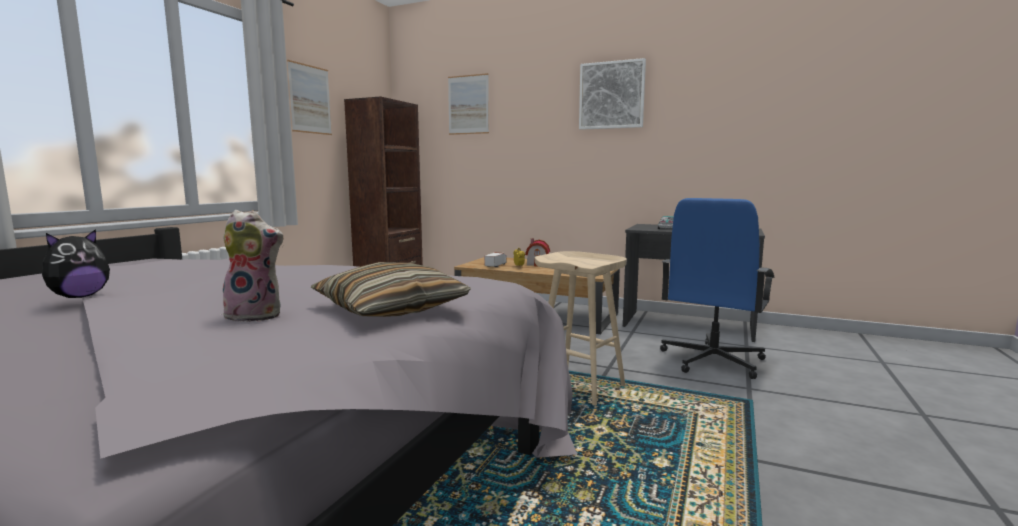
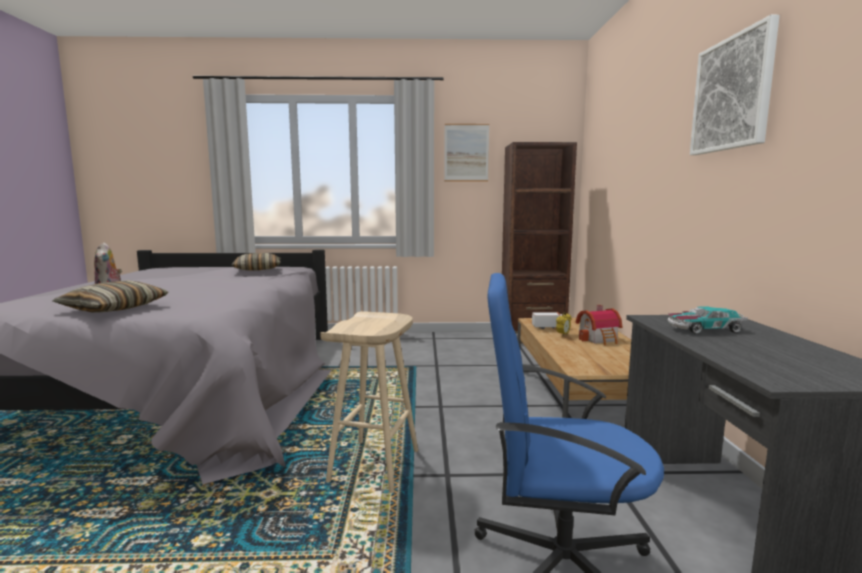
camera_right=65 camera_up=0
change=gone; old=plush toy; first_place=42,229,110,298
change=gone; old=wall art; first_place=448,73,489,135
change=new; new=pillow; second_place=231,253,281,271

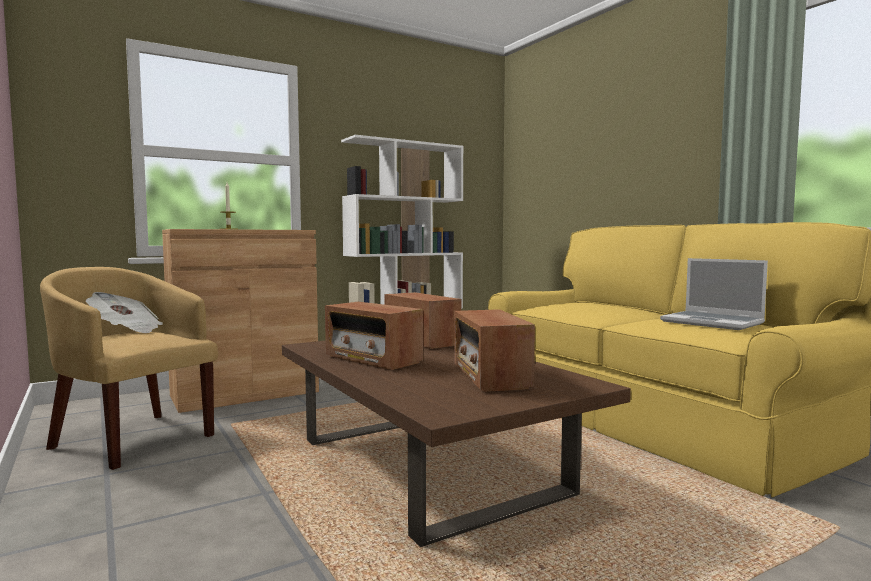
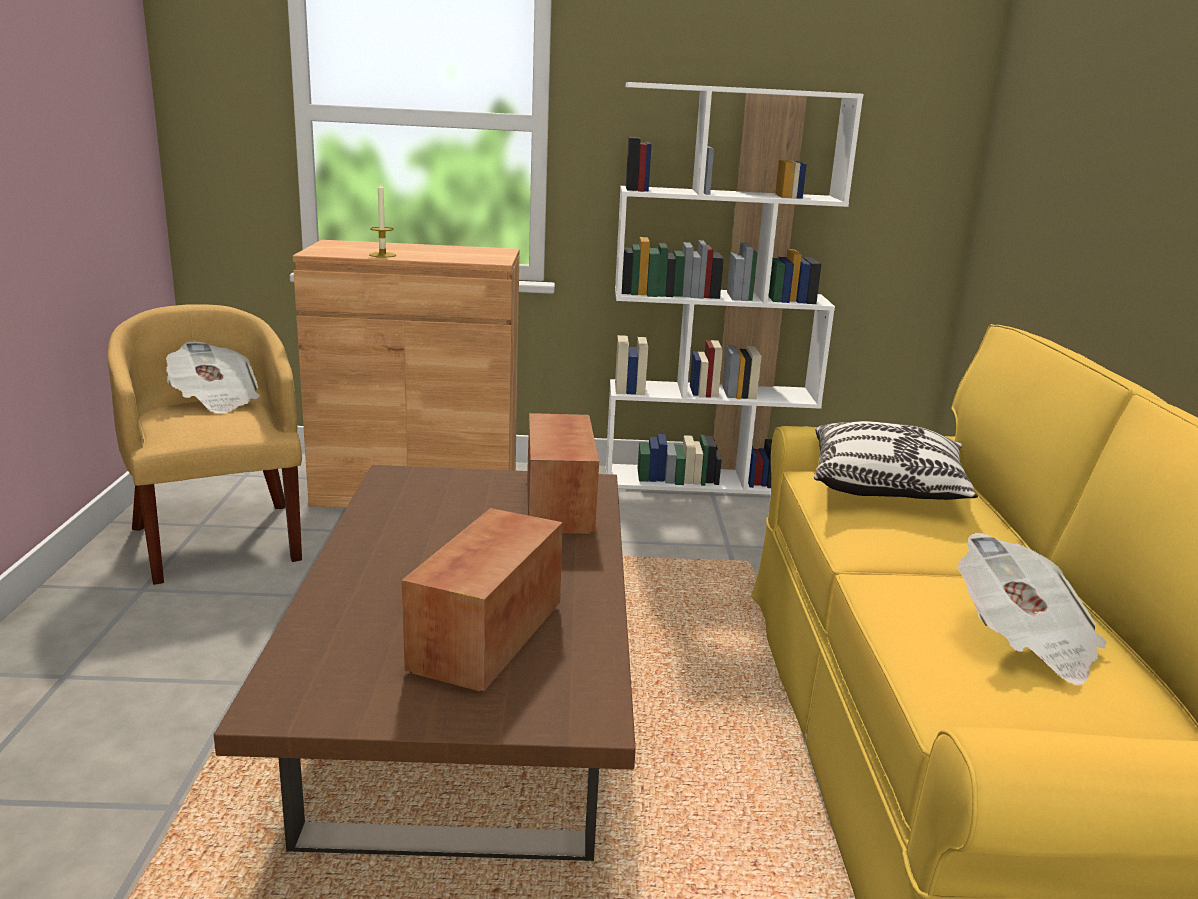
camera_right=30 camera_up=15
change=gone; old=radio; first_place=325,302,423,370
change=swapped; old=laptop; new=daily paper; first_place=660,258,768,330; second_place=958,533,1107,686
change=new; new=pillow; second_place=814,421,978,500

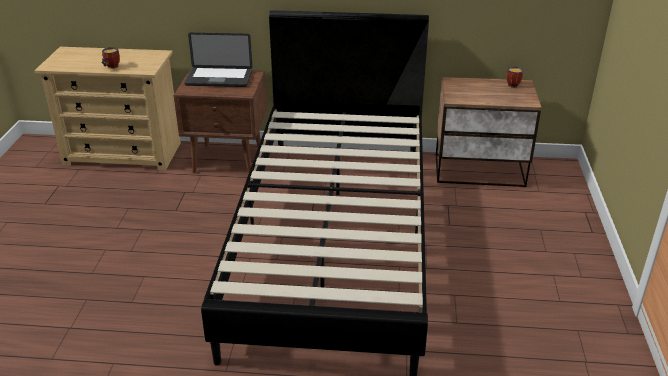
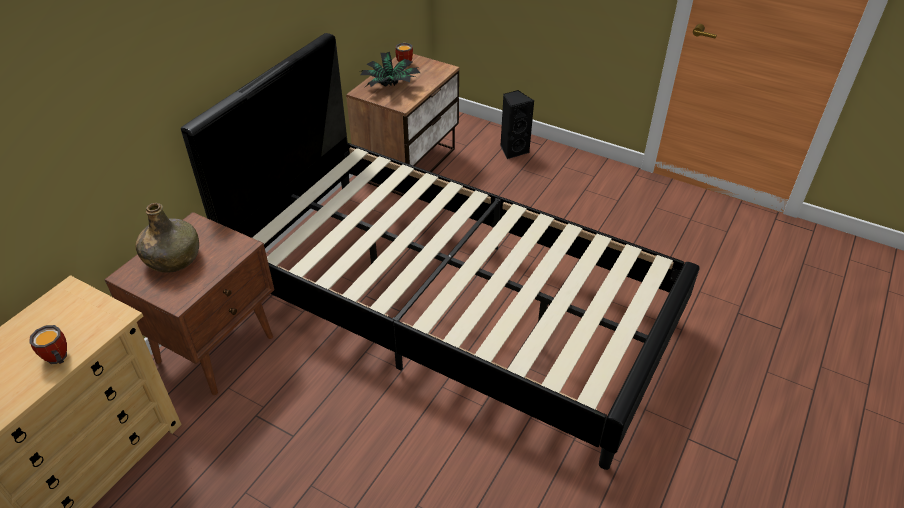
camera_right=-65 camera_up=10
change=swapped; old=laptop; new=green bottle; first_place=184,33,252,87; second_place=136,203,199,273
change=new; new=plant in a pot; second_place=359,52,420,87
change=new; new=blackish speaker; second_place=500,90,534,159

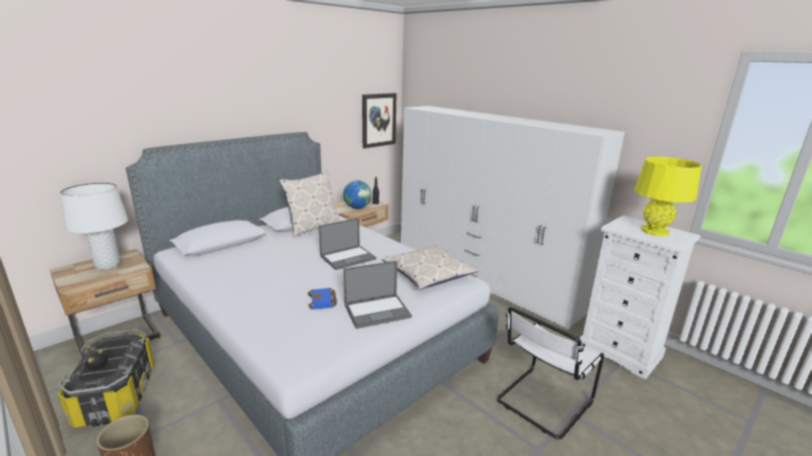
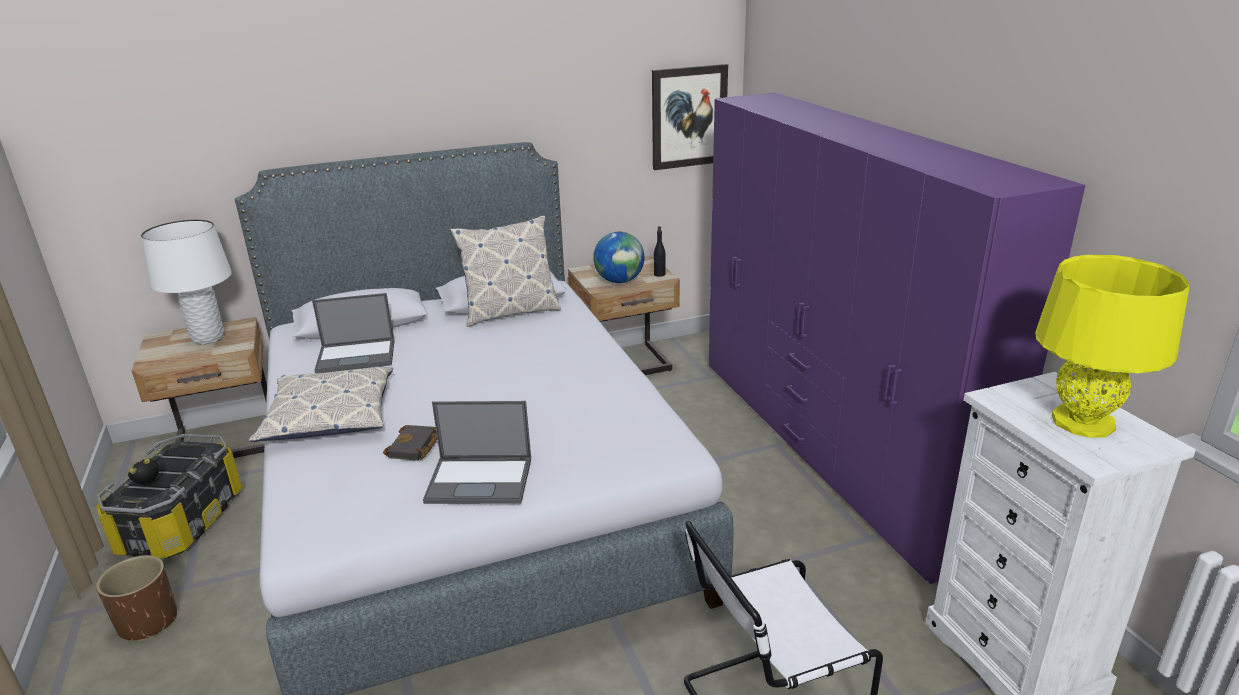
camera_right=25 camera_up=5
change=repainted; old=blue-coloured book; new=blackish book; first_place=308,288,337,309; second_place=383,425,437,461
change=shifted; old=laptop; first_place=319,218,376,270; second_place=312,293,395,373
change=shifted; old=pillow; first_place=382,246,478,290; second_place=249,367,393,442
change=repainted; old=whitish armoire; new=purplish armoire; first_place=401,106,625,330; second_place=709,93,1085,584

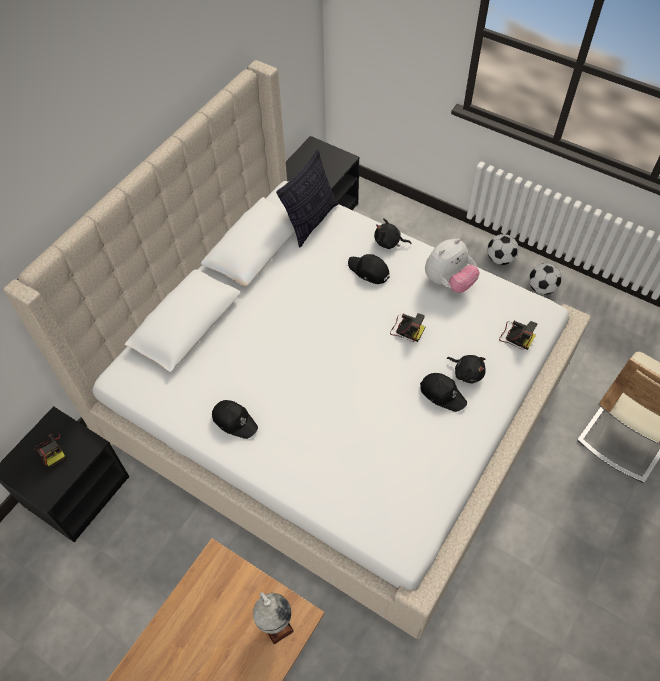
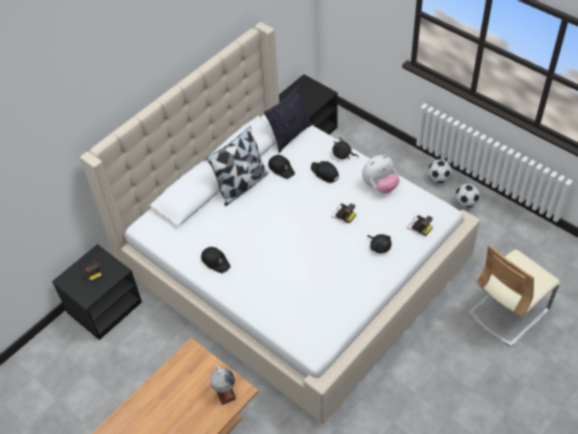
camera_right=10 camera_up=-5
change=shifted; old=blackish baseball cap; first_place=420,373,467,412; second_place=268,155,295,179
change=new; new=pillow; second_place=206,126,269,206

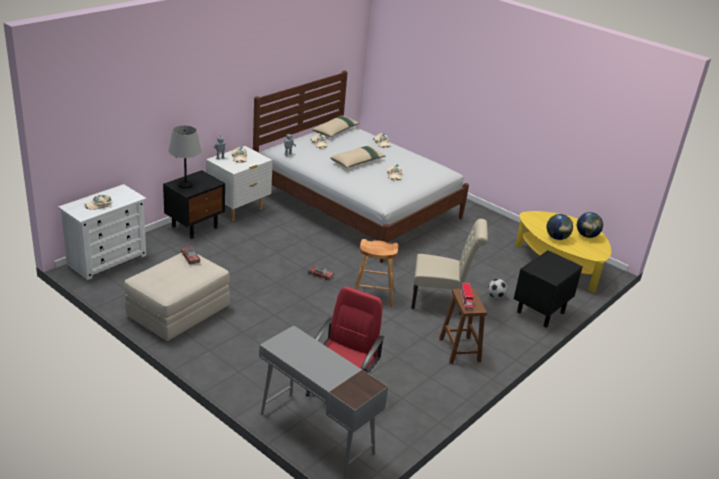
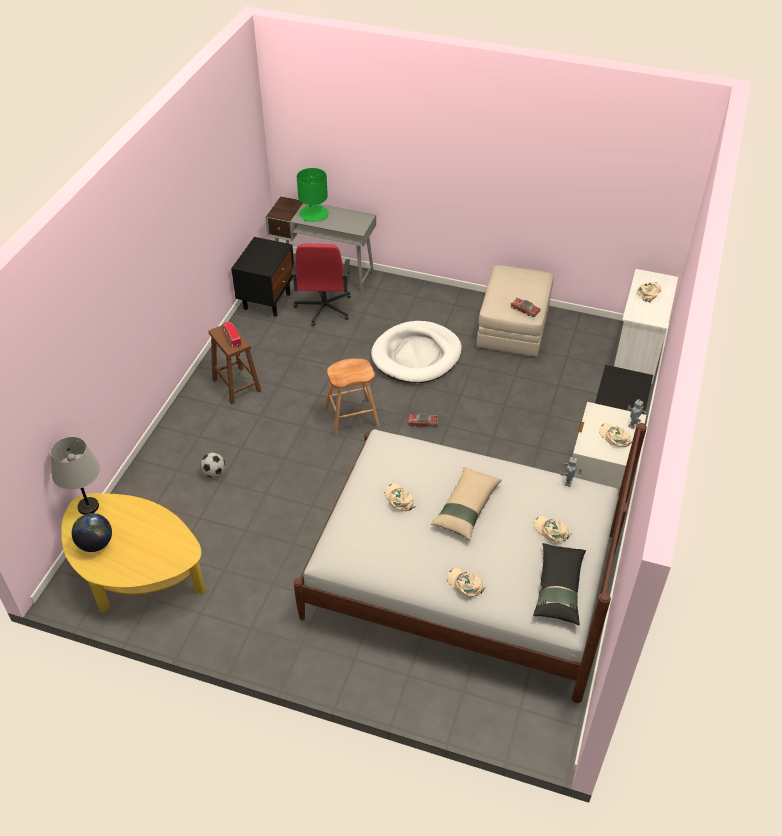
camera_right=160 camera_up=15
change=shifted; old=gray table lamp; first_place=168,125,202,189; second_place=51,437,100,515
change=repainted; old=sand-coloured pillow; new=blackish pillow; first_place=312,115,360,137; second_place=533,543,586,625
change=gone; old=sand-coloured upright chair; first_place=411,219,488,315
change=shifted; old=blackish nightstand; first_place=514,250,583,328; second_place=231,237,294,316
change=gone; old=globe; first_place=547,214,573,240
change=new; new=green table lamp; second_place=297,168,329,222
change=new; new=whitish dog bed; second_place=371,321,462,383

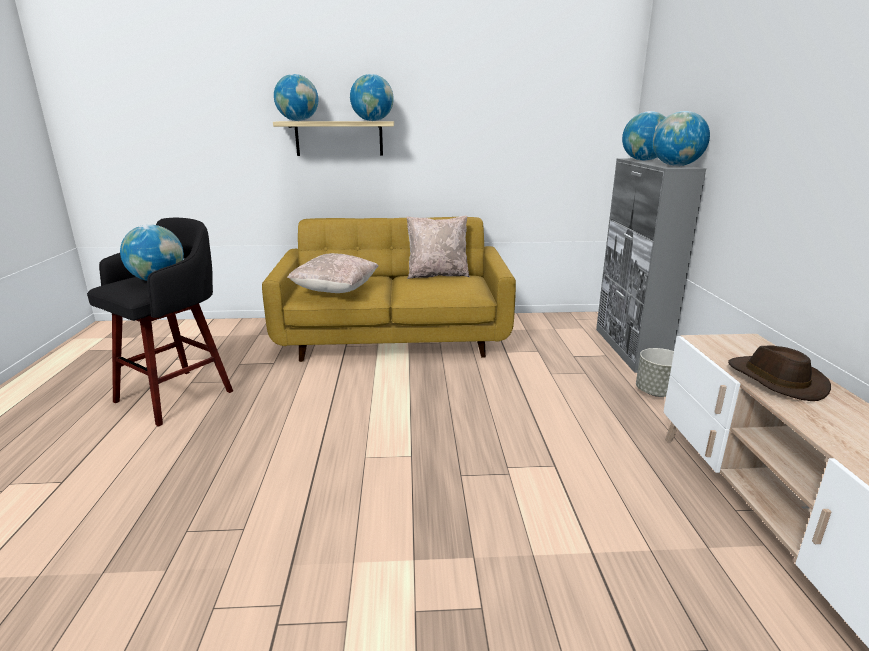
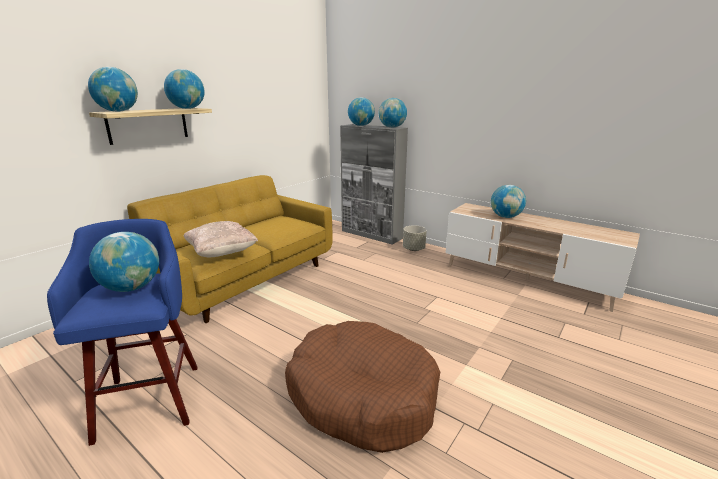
camera_right=-50 camera_up=0
change=repainted; old=blackish stool seat; new=blue-coloured stool seat; first_place=87,218,233,427; second_place=47,219,198,446
change=gone; old=sand-coloured pillow; first_place=407,216,470,279
change=swapped; old=brownish clothing hat; new=globe; first_place=728,345,831,401; second_place=491,185,526,218
change=new; new=brownish dog bed; second_place=285,321,440,453

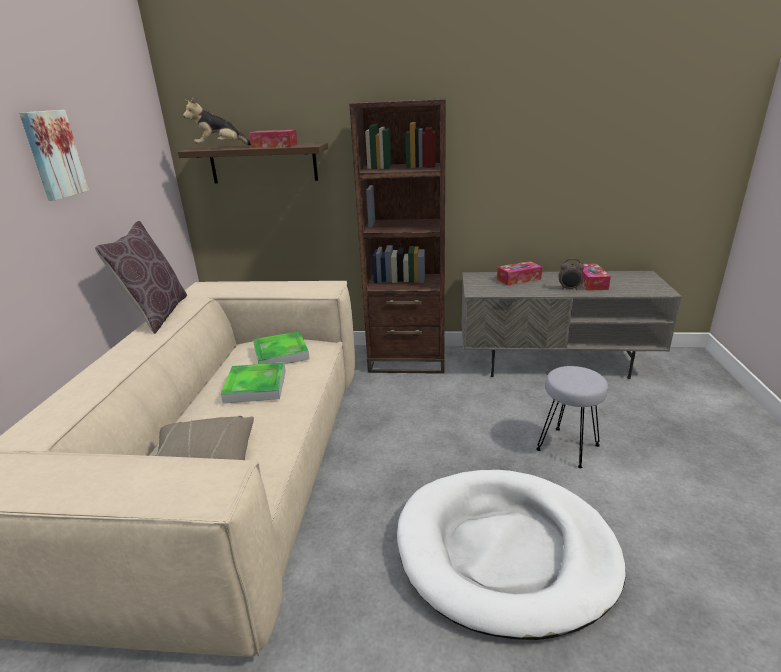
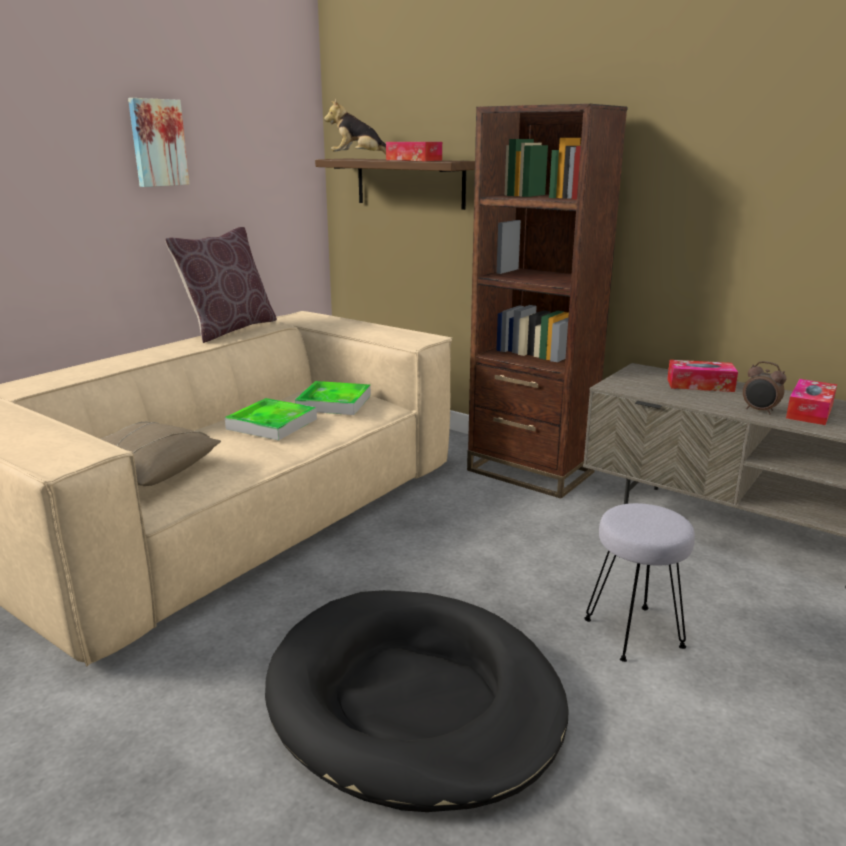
camera_right=30 camera_up=-5
change=repainted; old=whitish dog bed; new=blackish dog bed; first_place=397,470,626,640; second_place=265,590,569,812

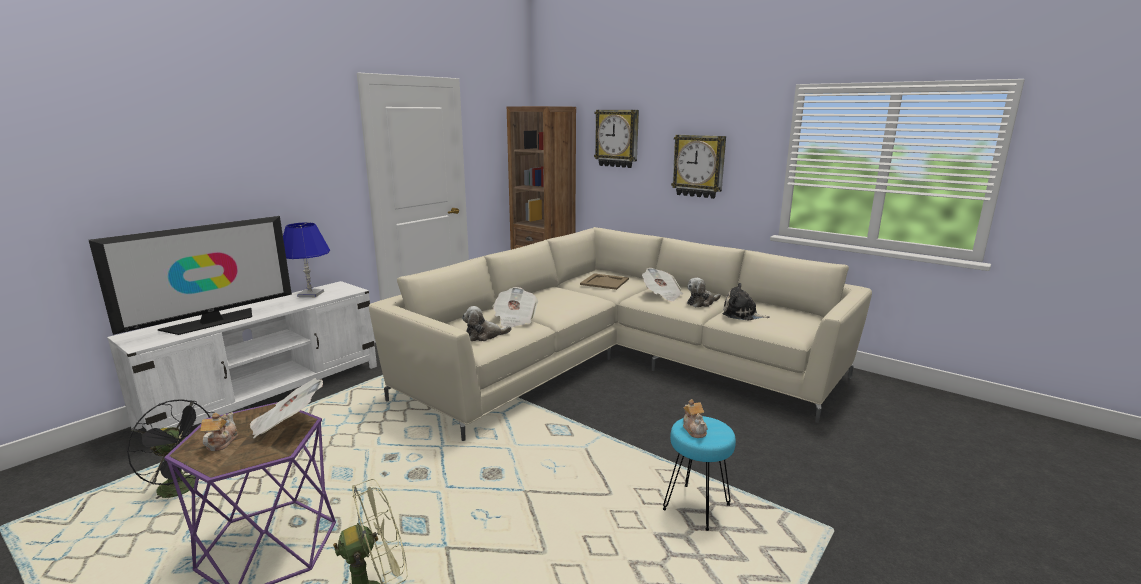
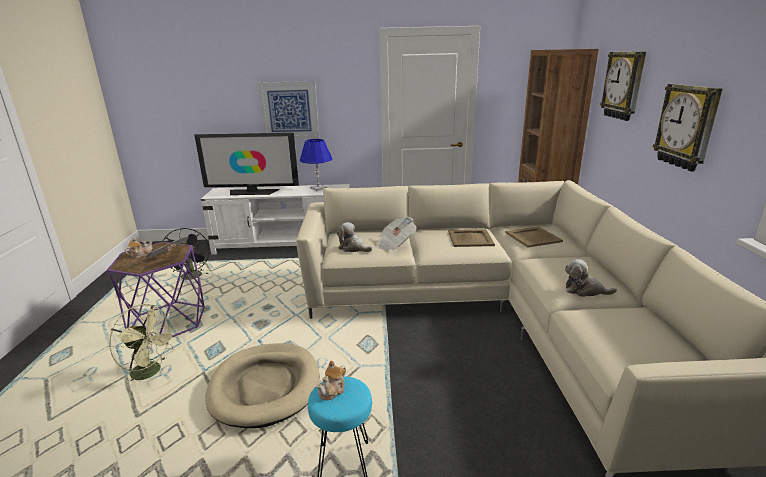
camera_right=50 camera_up=5
change=gone; old=daily paper; first_place=642,268,683,302
change=gone; old=plush toy; first_place=723,283,770,321
change=new; new=sand-coloured dog bed; second_place=205,343,319,428
change=new; new=wall art; second_place=258,81,319,139
change=new; new=sand-coloured serving tray; second_place=448,229,495,247

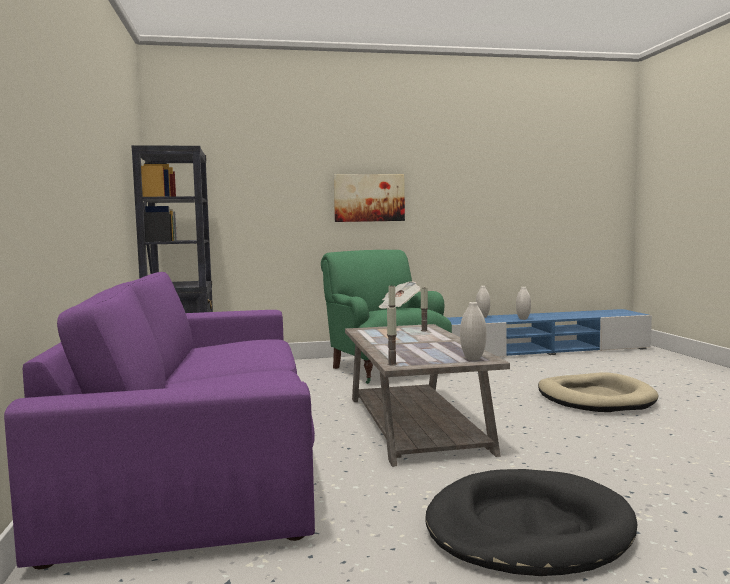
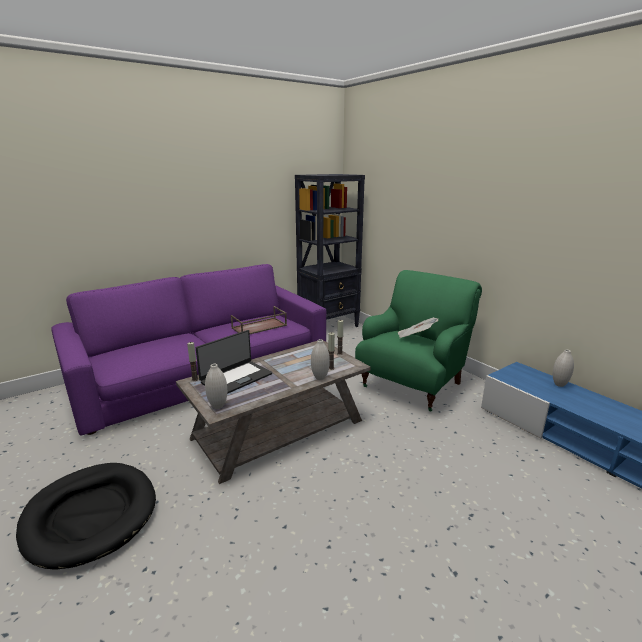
camera_right=65 camera_up=15
change=gone; old=wall art; first_place=334,174,405,222
change=shifted; old=whitish decorative vase; first_place=516,287,531,320; second_place=311,339,330,380
change=gone; old=sand-coloured dog bed; first_place=538,372,659,412
change=new; new=laptop; second_place=196,330,272,394
change=new; new=brownish serving tray; second_place=231,306,287,334

